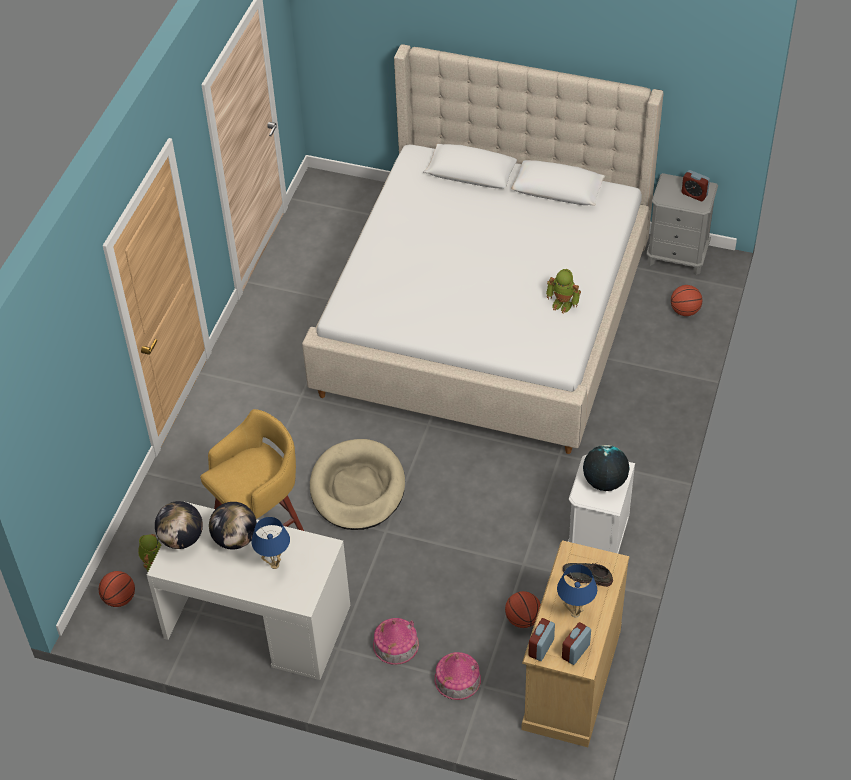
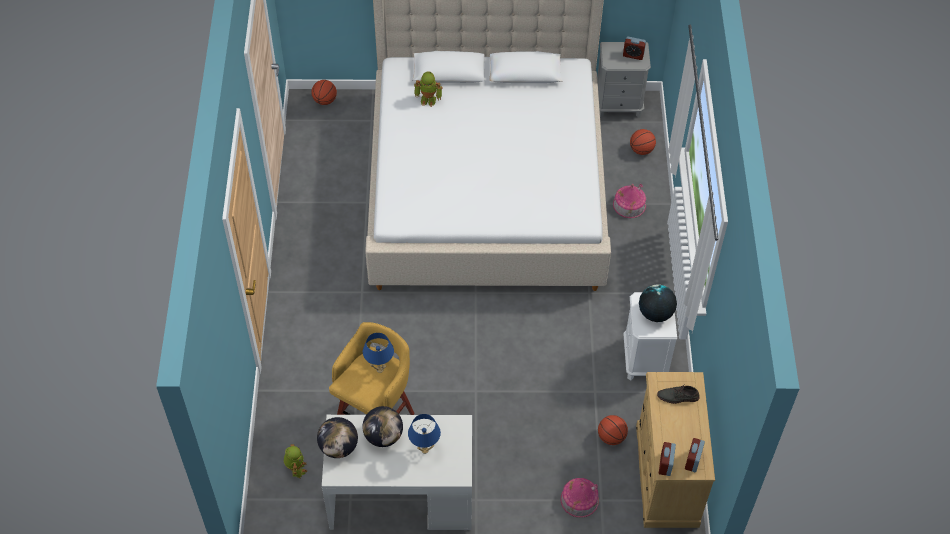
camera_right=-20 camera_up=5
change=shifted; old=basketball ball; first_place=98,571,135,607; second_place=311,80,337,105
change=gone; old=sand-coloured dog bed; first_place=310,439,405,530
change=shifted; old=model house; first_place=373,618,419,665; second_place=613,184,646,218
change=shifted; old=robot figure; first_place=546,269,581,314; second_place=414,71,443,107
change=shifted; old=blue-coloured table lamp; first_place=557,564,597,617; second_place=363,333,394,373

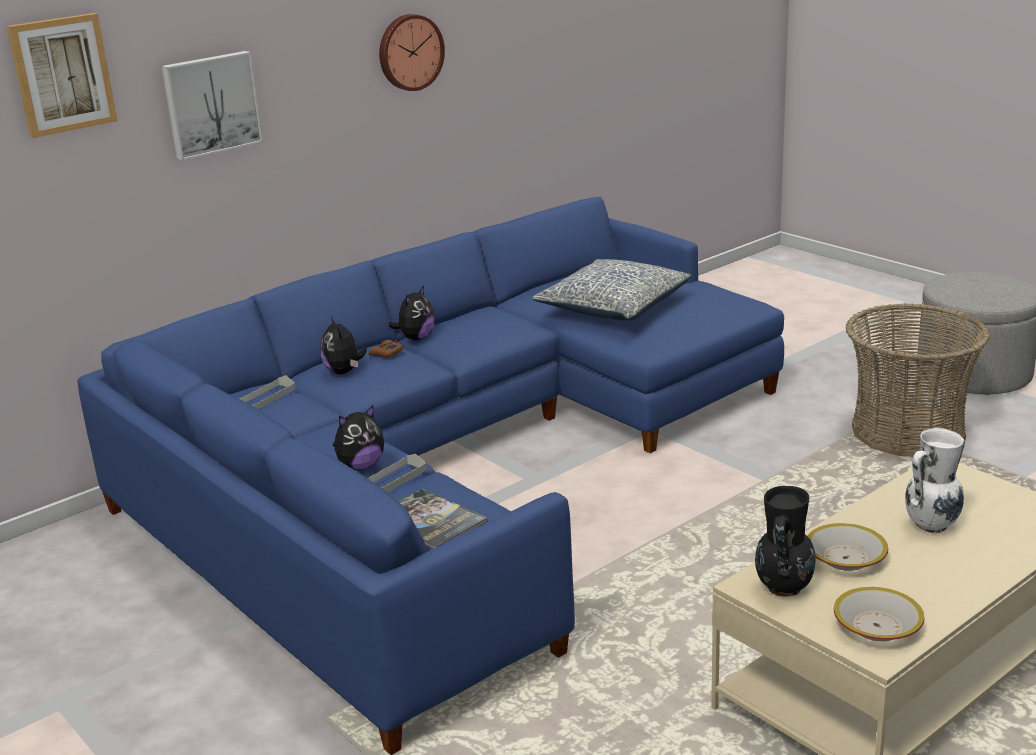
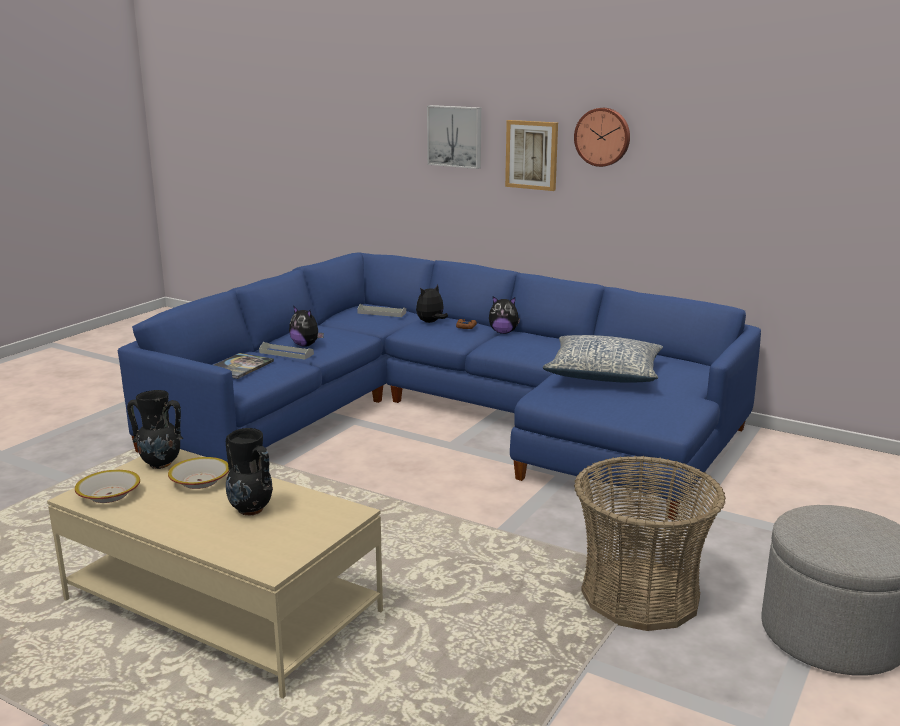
camera_right=70 camera_up=-5
change=shifted; old=wall art; first_place=7,13,117,138; second_place=505,120,558,191
change=repainted; old=whitish decorative vase; new=blackish decorative vase; first_place=905,428,965,533; second_place=226,428,273,516

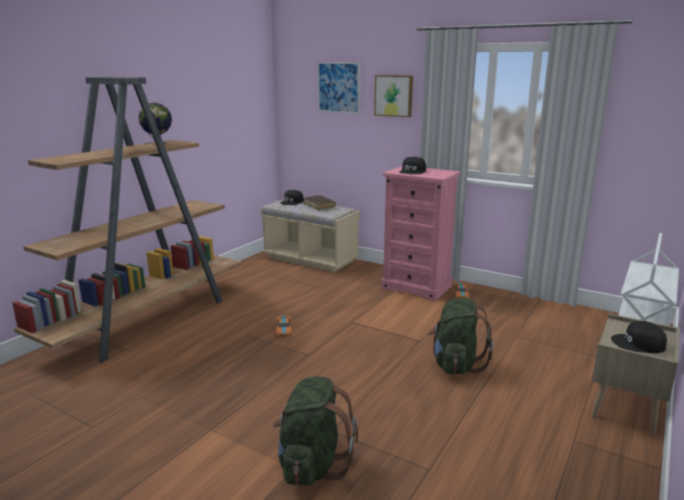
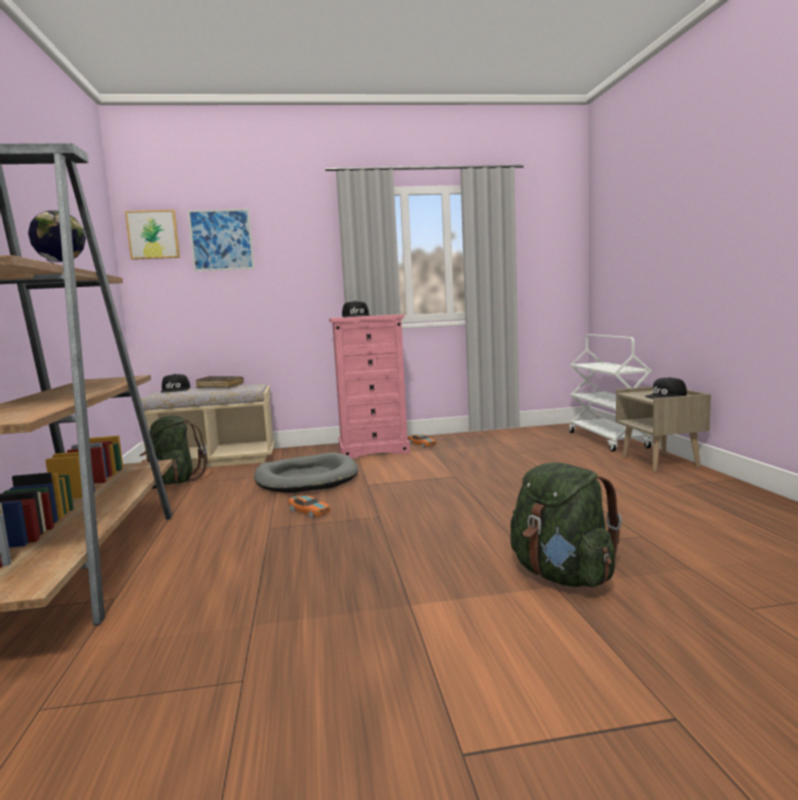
camera_right=-40 camera_up=-10
change=shifted; old=wall art; first_place=374,75,413,117; second_place=125,210,180,260
change=shifted; old=green backpack; first_place=428,298,494,375; second_place=140,416,208,484
change=new; new=gray dog bed; second_place=254,452,358,493

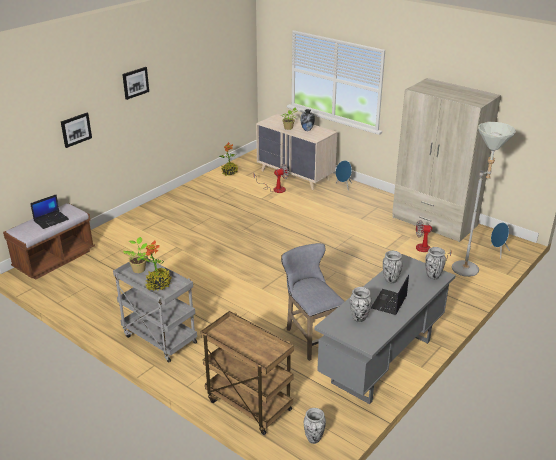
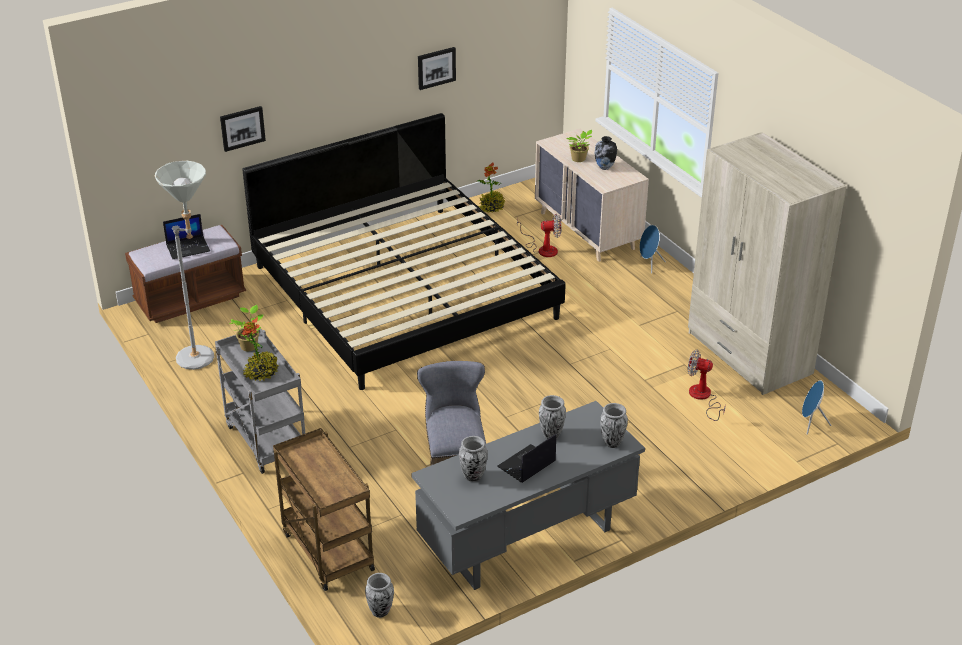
camera_right=20 camera_up=5
change=shifted; old=wall art; first_place=122,67,149,100; second_place=418,47,456,90
change=shifted; old=gray floor lamp; first_place=452,122,516,277; second_place=155,161,214,370
change=new; new=bedroom bed; second_place=242,113,566,390

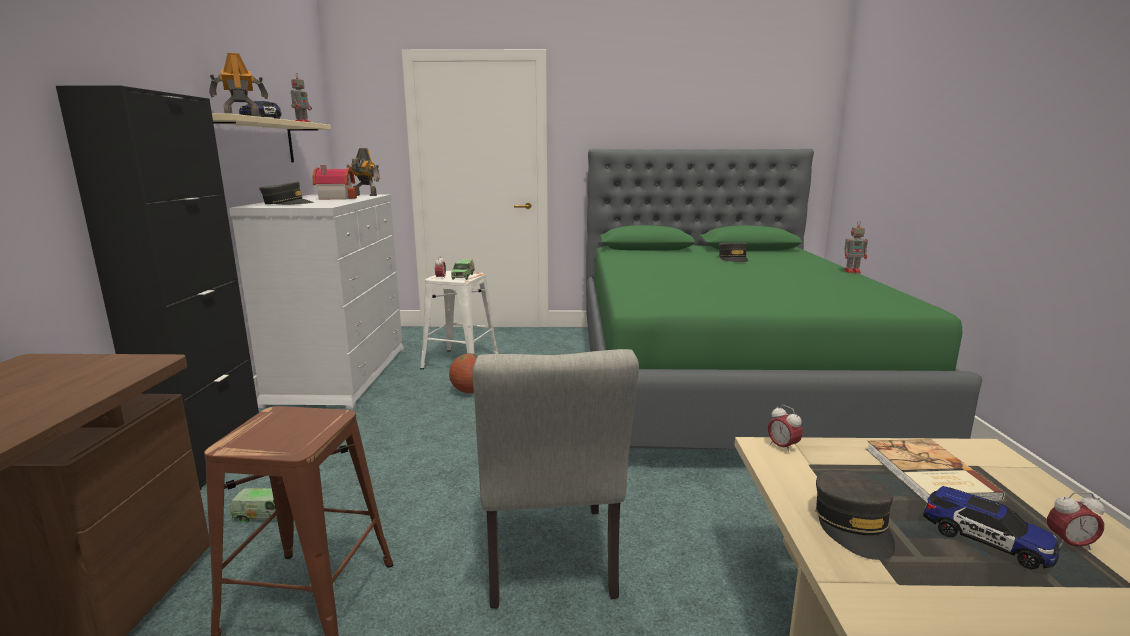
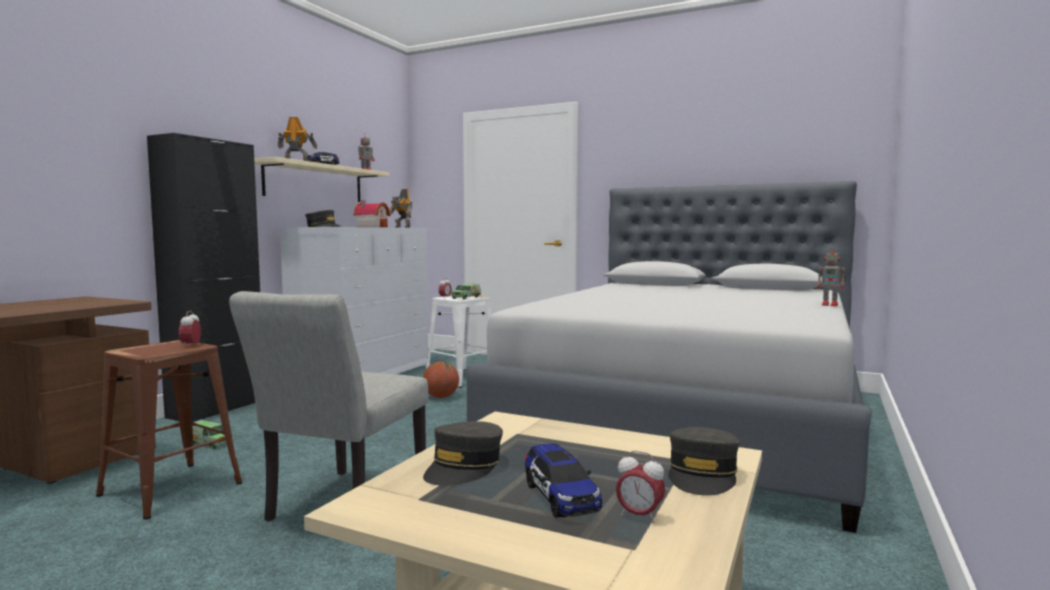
camera_right=25 camera_up=-10
change=repainted; old=green bedroom bed; new=gray bedroom bed; first_place=586,149,982,450; second_place=467,181,872,533
change=shifted; old=gray baseball cap; first_place=719,243,748,262; second_place=668,427,739,496
change=shifted; old=bedside clock; first_place=768,405,802,454; second_place=179,311,201,348
change=gone; old=book; first_place=866,439,1005,504

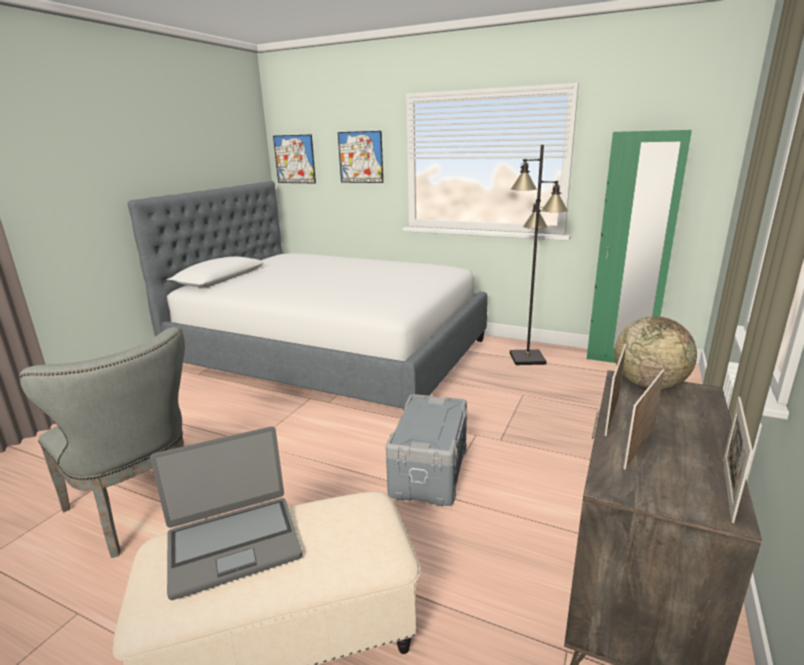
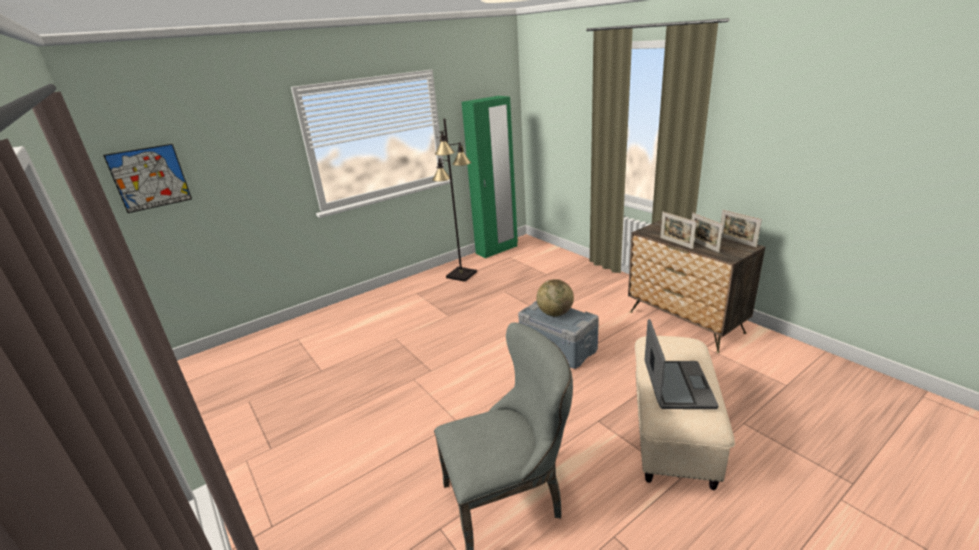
camera_right=-60 camera_up=5
change=gone; old=bedroom bed; first_place=128,181,488,410
change=gone; old=wall art; first_place=338,131,383,183
change=shifted; old=globe; first_place=614,316,697,390; second_place=536,279,574,316

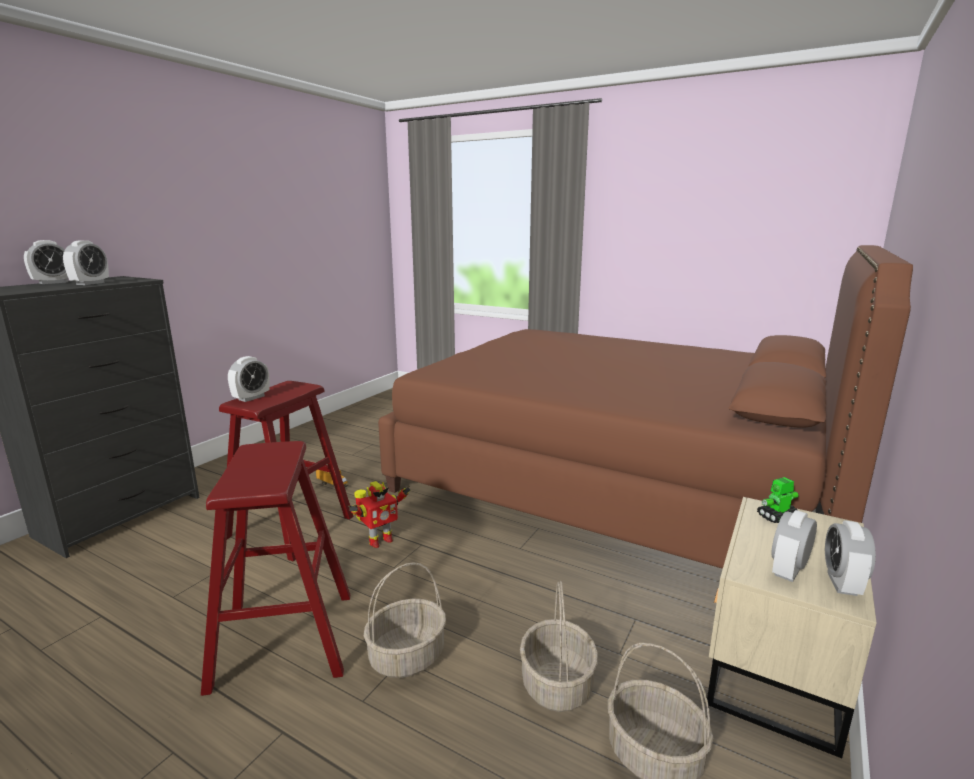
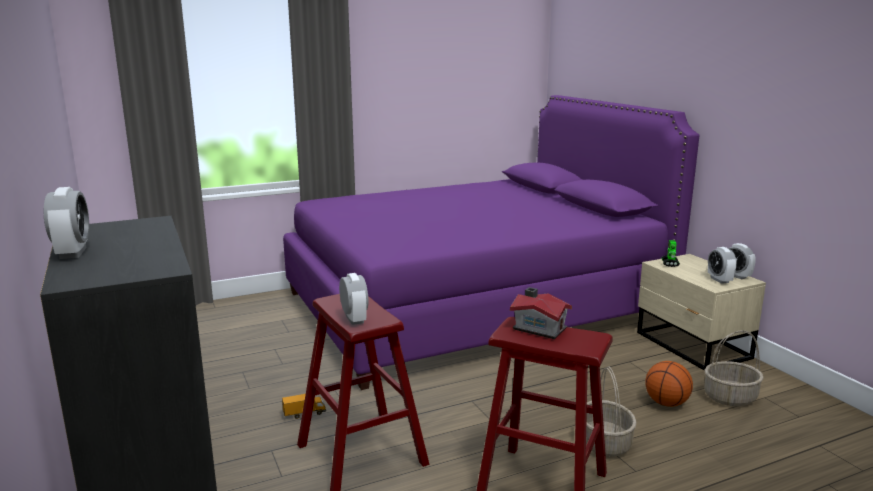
camera_right=-55 camera_up=0
change=gone; old=bedside clock; first_place=63,240,109,285
change=gone; old=robot figure; first_place=348,481,411,548
change=repainted; old=brownish bedroom bed; new=purplish bedroom bed; first_place=378,245,913,569; second_place=283,95,699,390
change=swapped; old=storage basket; new=basketball ball; first_place=520,581,598,712; second_place=645,361,693,407
change=new; new=model house; second_place=510,287,572,339

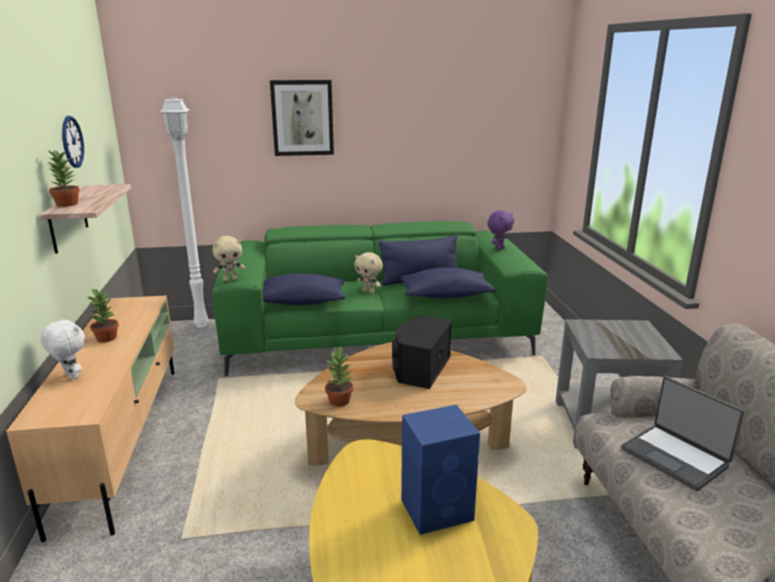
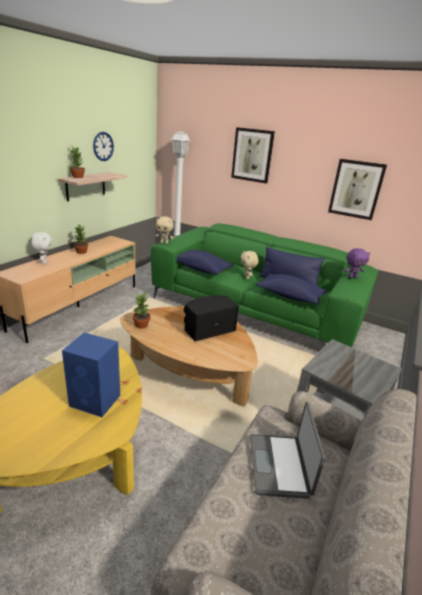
camera_right=35 camera_up=5
change=new; new=wall art; second_place=328,159,387,220

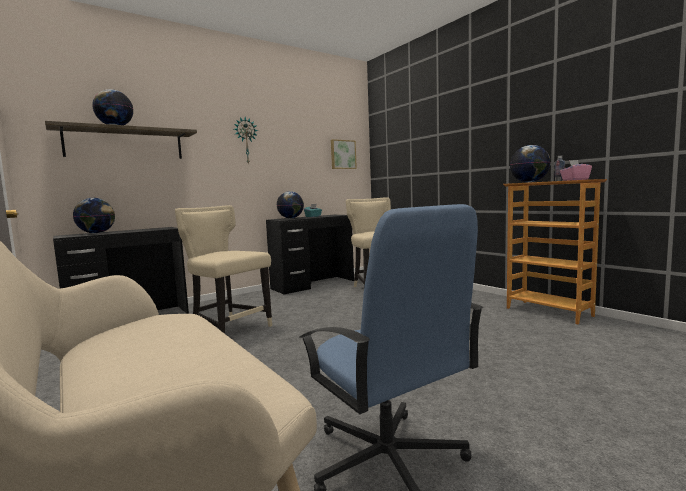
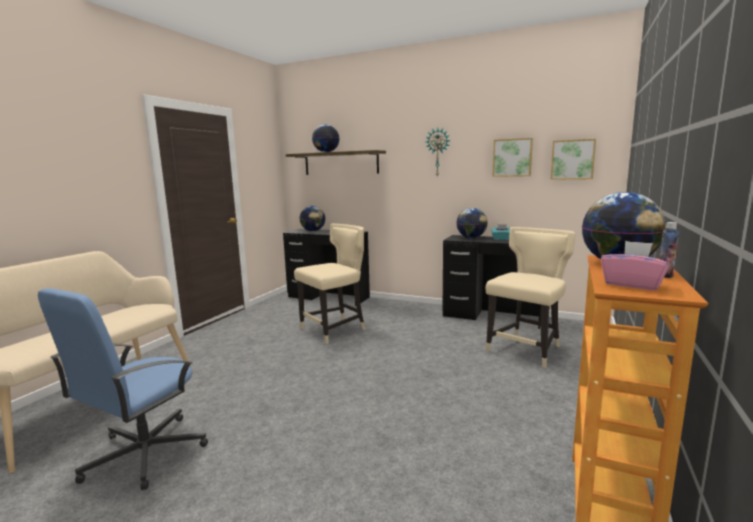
camera_right=60 camera_up=5
change=rotated; old=sand-coloured upright chair; first_place=175,205,272,334; second_place=294,224,365,344; degrees=45
change=new; new=wall art; second_place=492,138,533,177

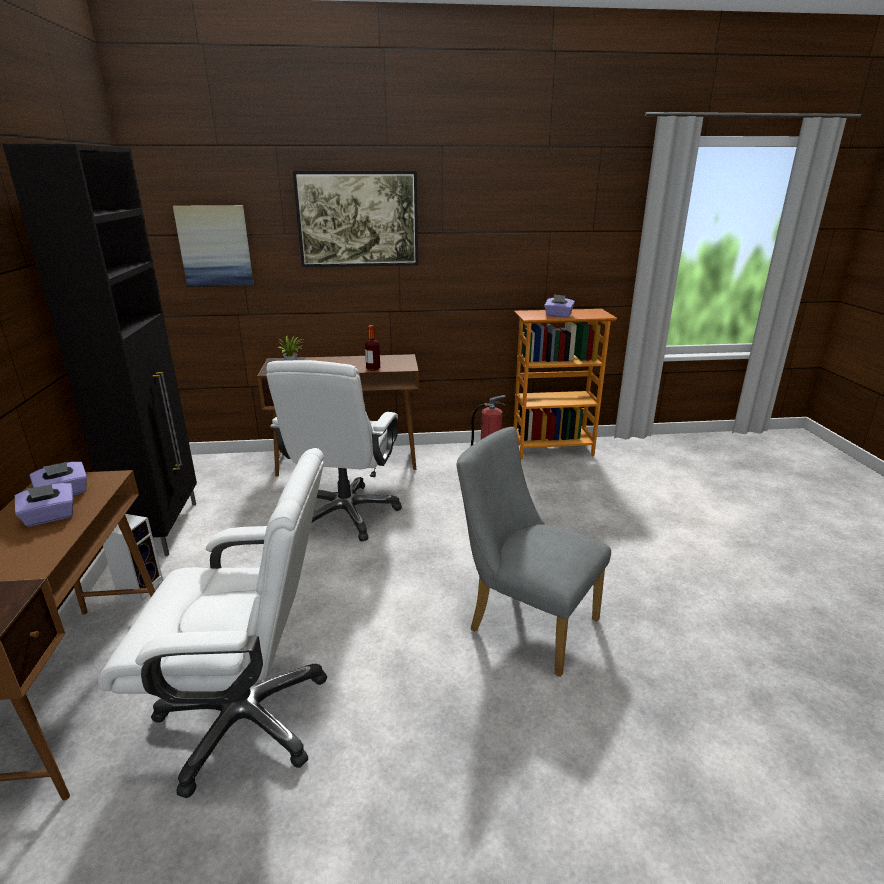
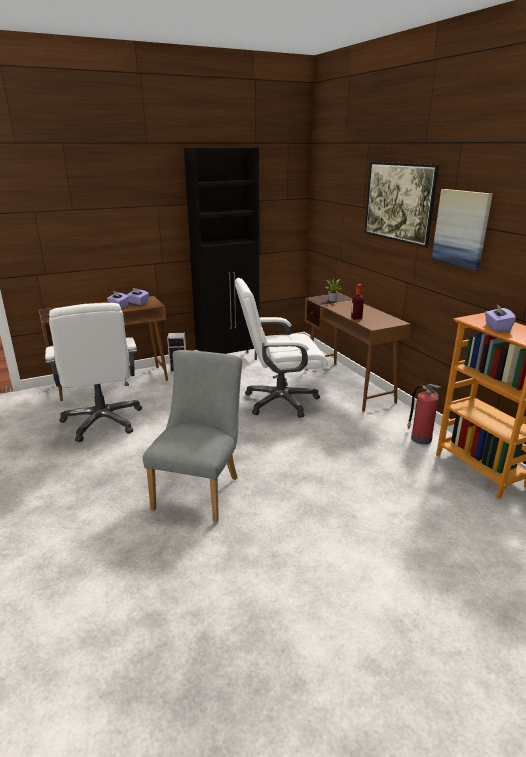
camera_right=70 camera_up=0
change=shifted; old=wall art; first_place=173,205,254,287; second_place=431,189,493,271

